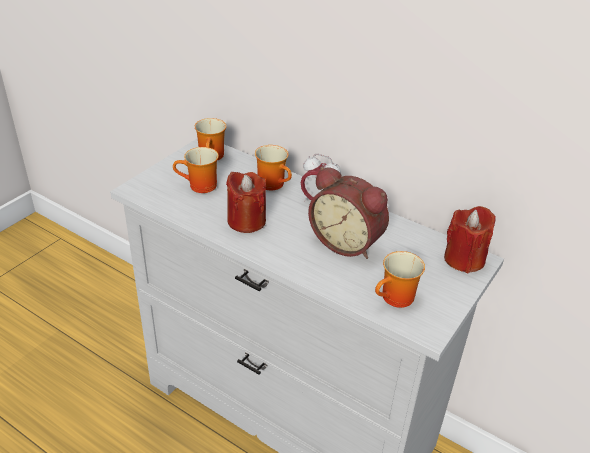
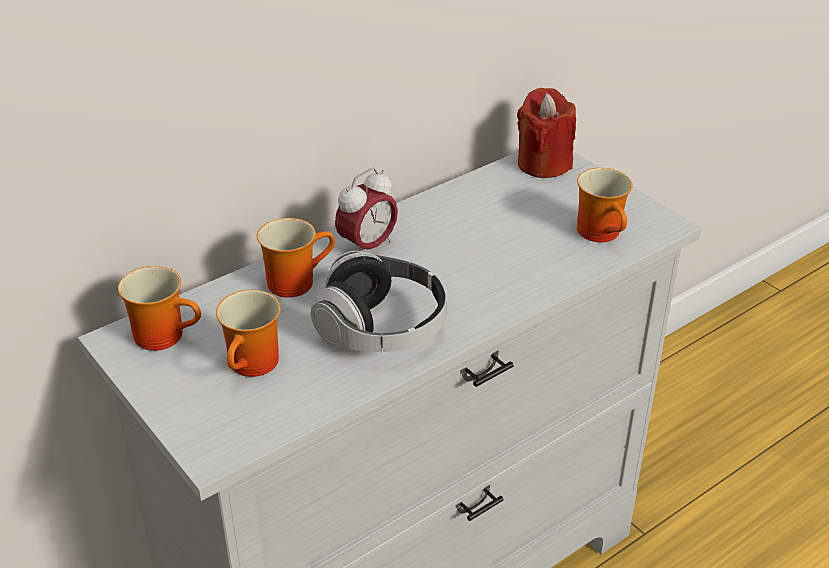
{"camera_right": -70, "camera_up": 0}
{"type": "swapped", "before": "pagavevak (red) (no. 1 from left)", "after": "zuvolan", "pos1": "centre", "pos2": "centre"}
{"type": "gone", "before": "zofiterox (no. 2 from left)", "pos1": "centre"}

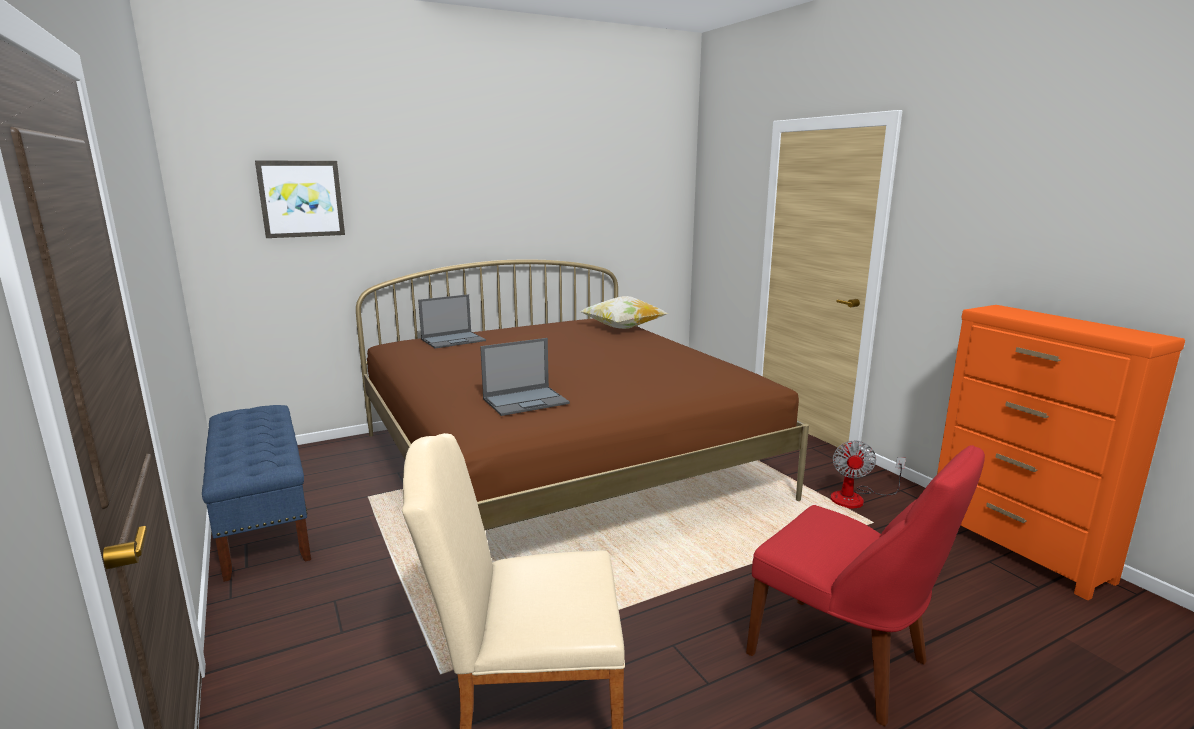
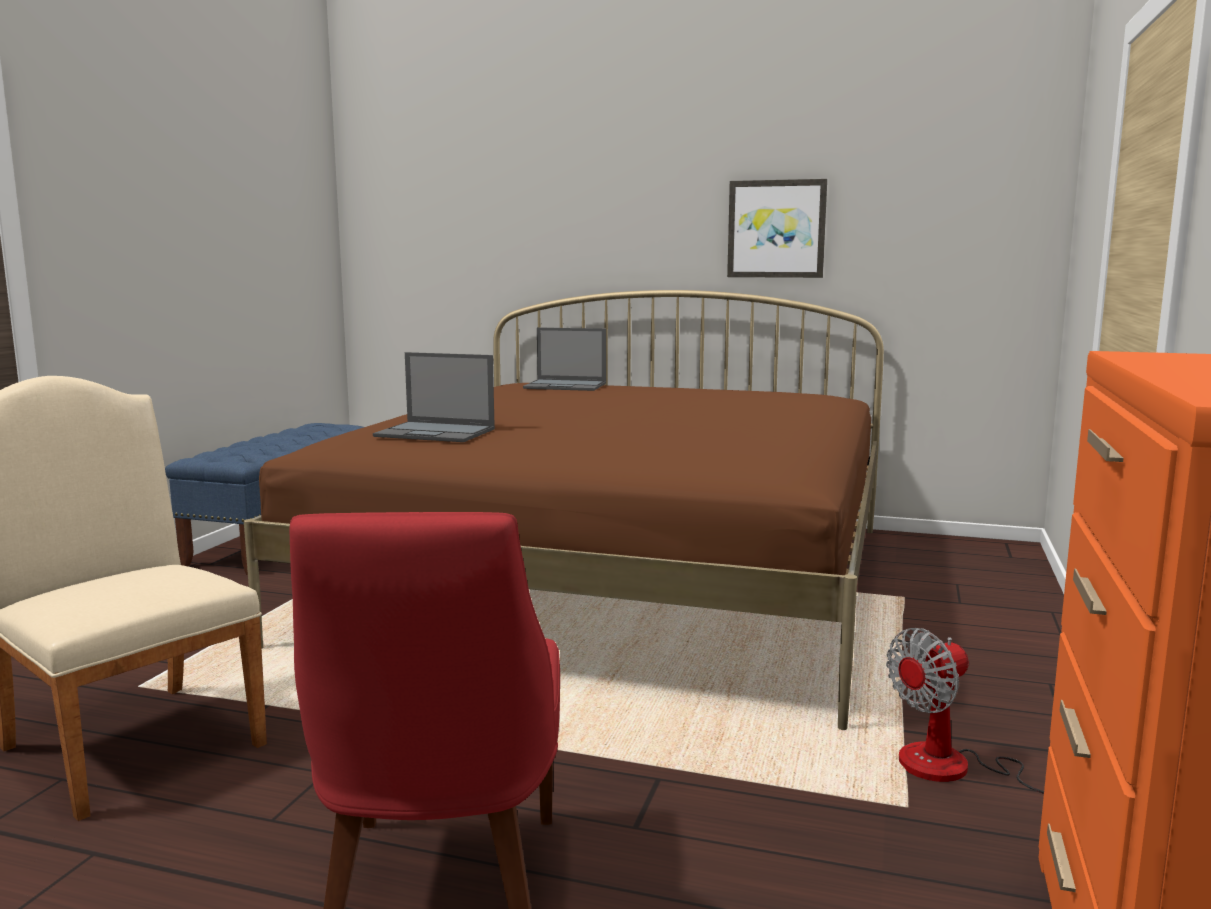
{"camera_right": 45, "camera_up": -5}
{"type": "shifted", "before": "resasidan", "pos1": "top left", "pos2": "top centre"}
{"type": "gone", "before": "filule", "pos1": "centre"}

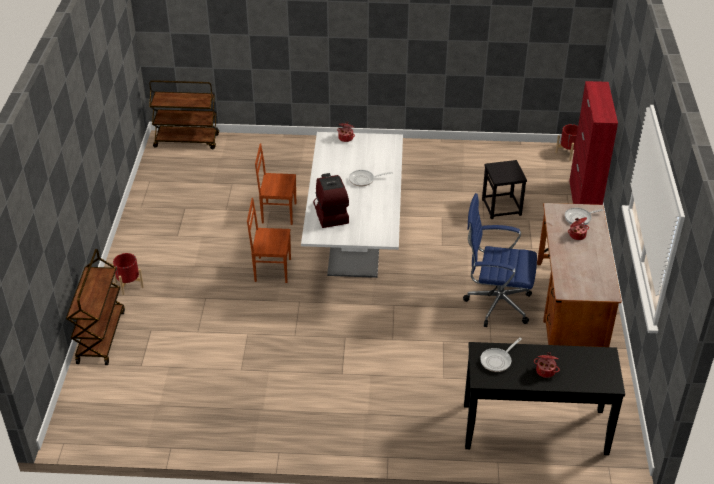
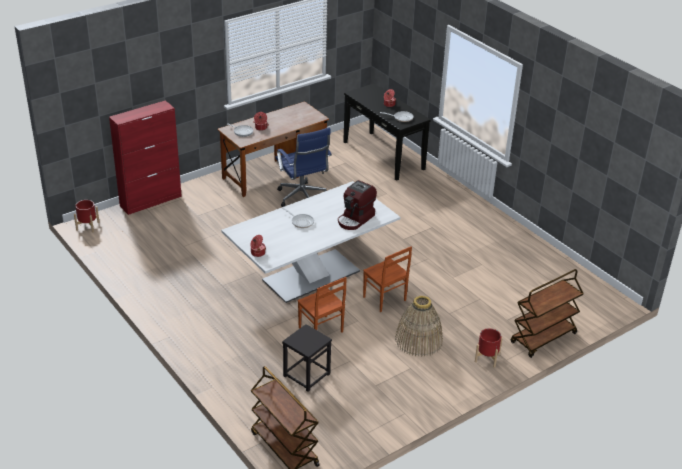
{"camera_right": -130, "camera_up": -5}
{"type": "shifted", "before": "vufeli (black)", "pos1": "middle right", "pos2": "bottom centre"}
{"type": "new", "after": "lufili", "pos2": "bottom centre"}

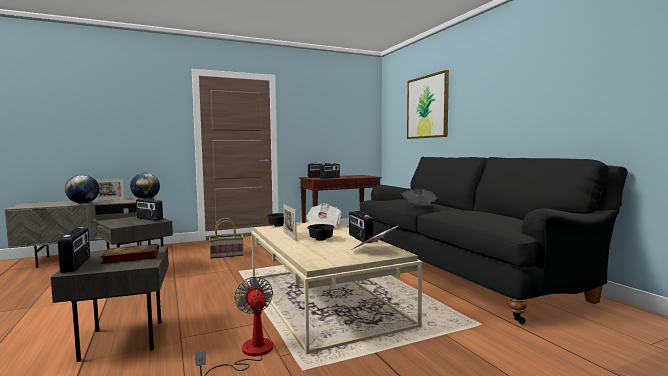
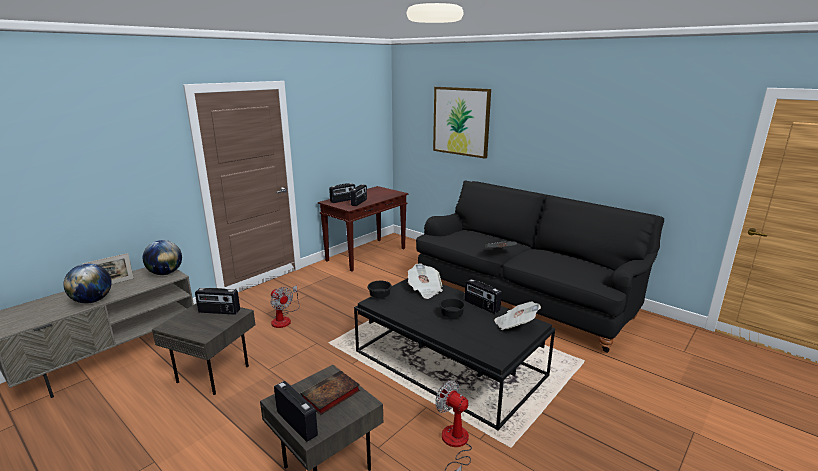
{"camera_right": -25, "camera_up": 15}
{"type": "swapped", "before": "lufili", "after": "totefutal (no. 1 from left)", "pos1": "centre", "pos2": "centre"}
{"type": "repainted", "before": "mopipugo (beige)", "after": "mopipugo (black)", "pos1": "bottom centre", "pos2": "bottom centre"}
{"type": "gone", "before": "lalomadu (no. 2 from left)", "pos1": "centre"}

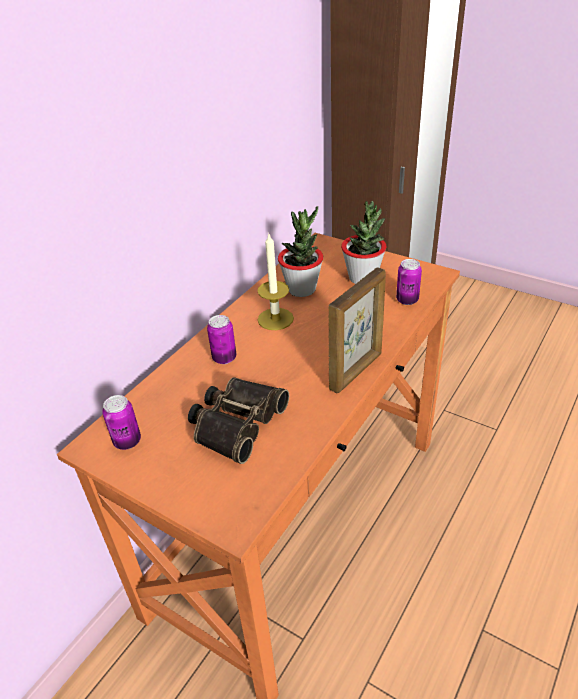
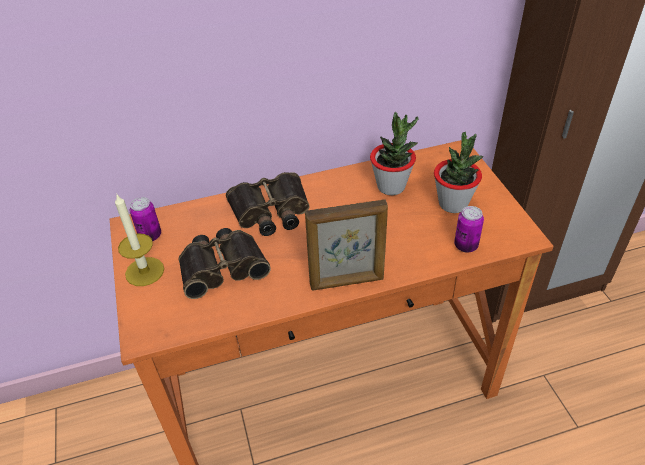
{"camera_right": 40, "camera_up": 5}
{"type": "swapped", "before": "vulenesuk (no. 2 from left)", "after": "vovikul (no. 2 from left)", "pos1": "centre", "pos2": "centre"}
{"type": "shifted", "before": "pagavevak", "pos1": "centre", "pos2": "middle left"}

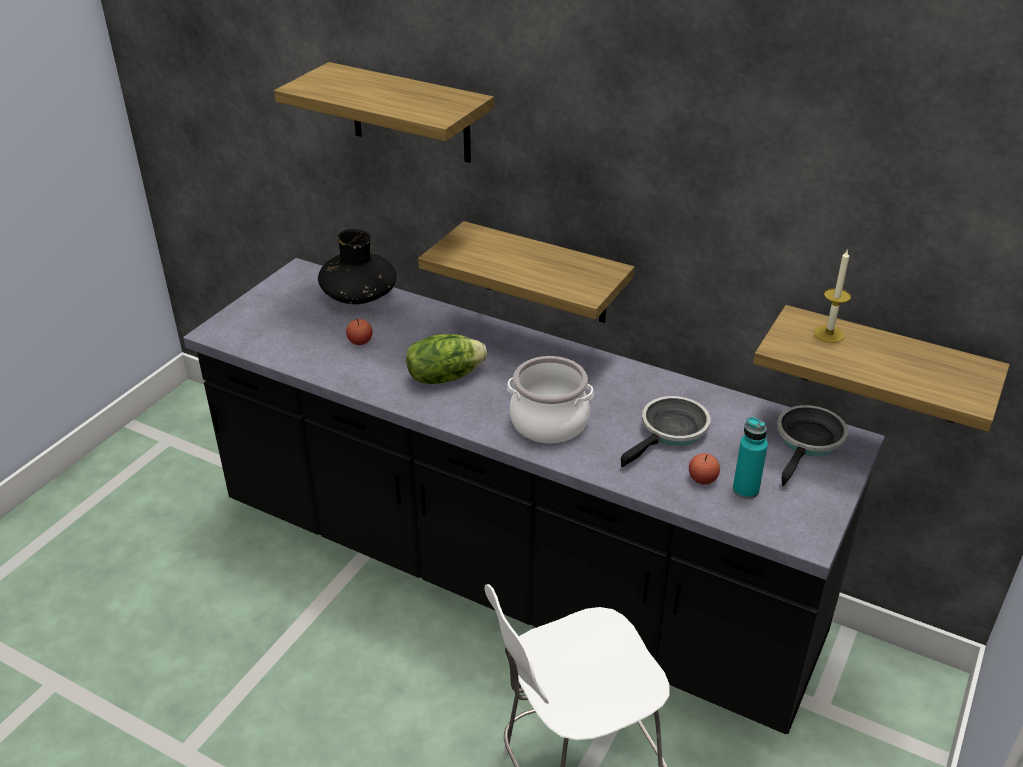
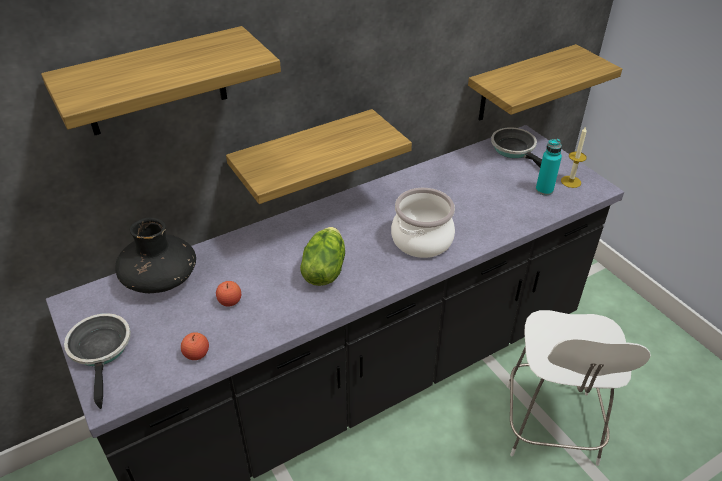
{"camera_right": -60, "camera_up": 5}
{"type": "shifted", "before": "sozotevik (no. 1 from left)", "pos1": "centre", "pos2": "bottom left"}
{"type": "shifted", "before": "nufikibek (no. 2 from left in the first image)", "after": "nufikibek (no. 1 from left)", "pos1": "middle right", "pos2": "bottom left"}
{"type": "shifted", "before": "pagavevak", "pos1": "middle right", "pos2": "top right"}

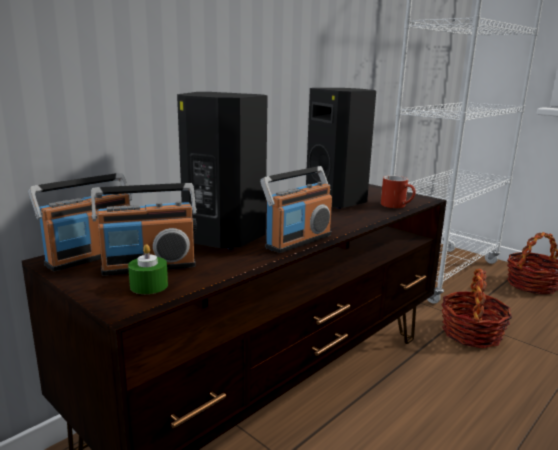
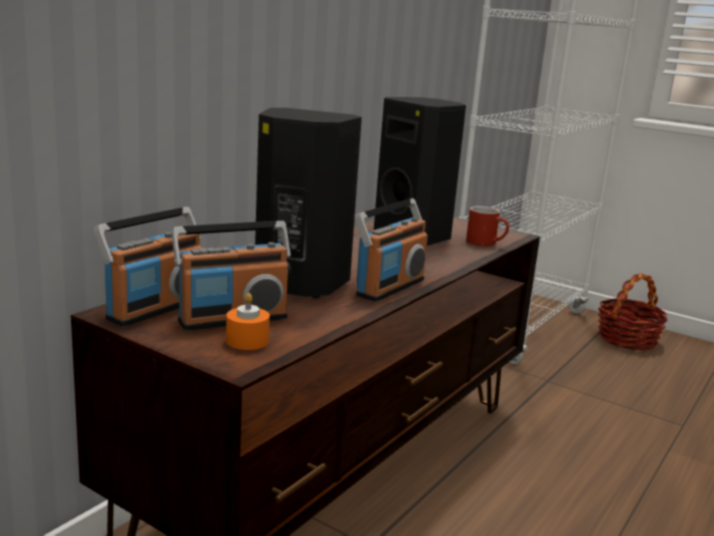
{"camera_right": -10, "camera_up": 0}
{"type": "repainted", "before": "pagavevak (green)", "after": "pagavevak (orange)", "pos1": "middle left", "pos2": "centre"}
{"type": "gone", "before": "lufili (no. 1 from left)", "pos1": "bottom right"}

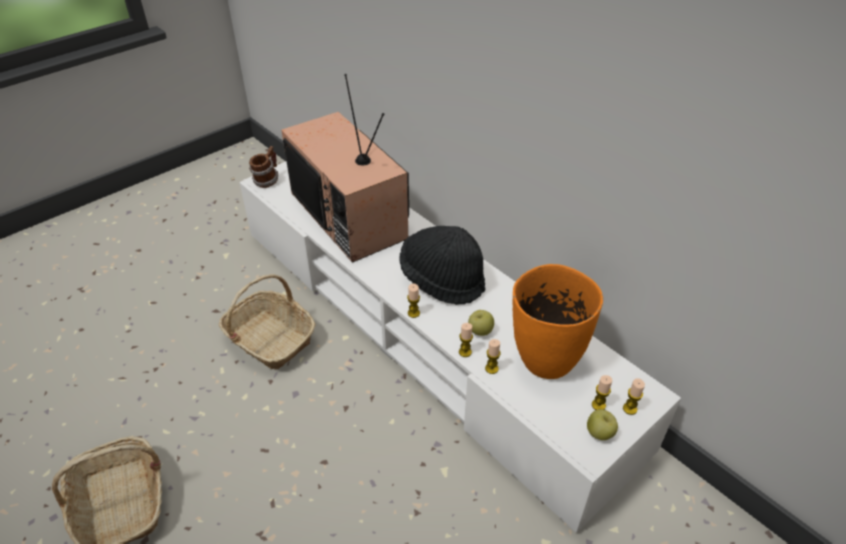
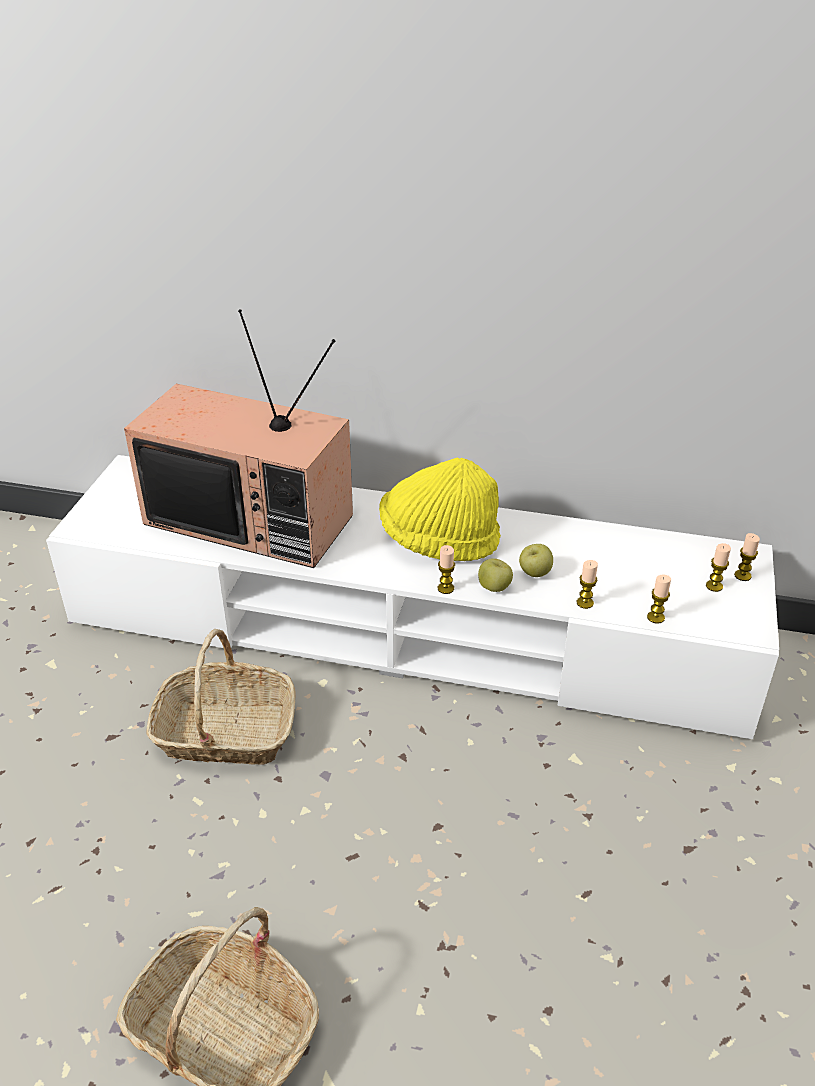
{"camera_right": -35, "camera_up": -5}
{"type": "gone", "before": "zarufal", "pos1": "top left"}
{"type": "repainted", "before": "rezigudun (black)", "after": "rezigudun (yellow)", "pos1": "centre", "pos2": "centre"}
{"type": "shifted", "before": "pagavevak (no. 2 from left in the first image)", "after": "pagavevak (no. 3 from left)", "pos1": "centre", "pos2": "middle right"}
{"type": "gone", "before": "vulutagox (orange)", "pos1": "centre"}
{"type": "shifted", "before": "nufikibek (no. 2 from left in the first image)", "after": "nufikibek (no. 1 from left)", "pos1": "bottom right", "pos2": "centre"}

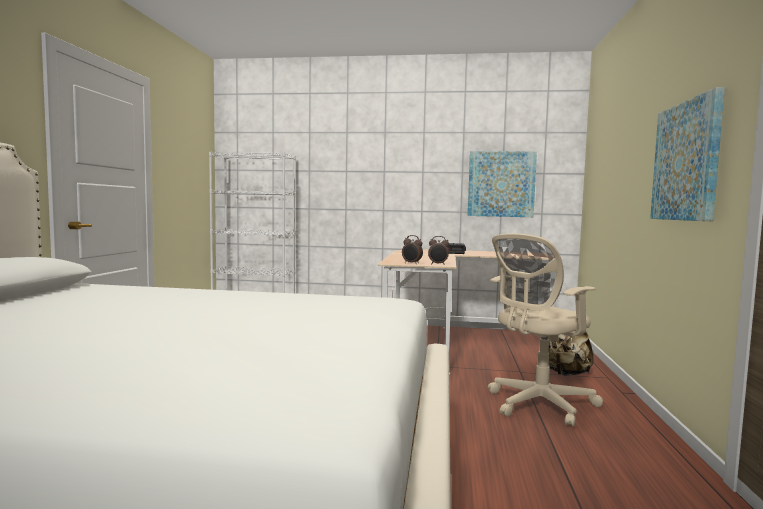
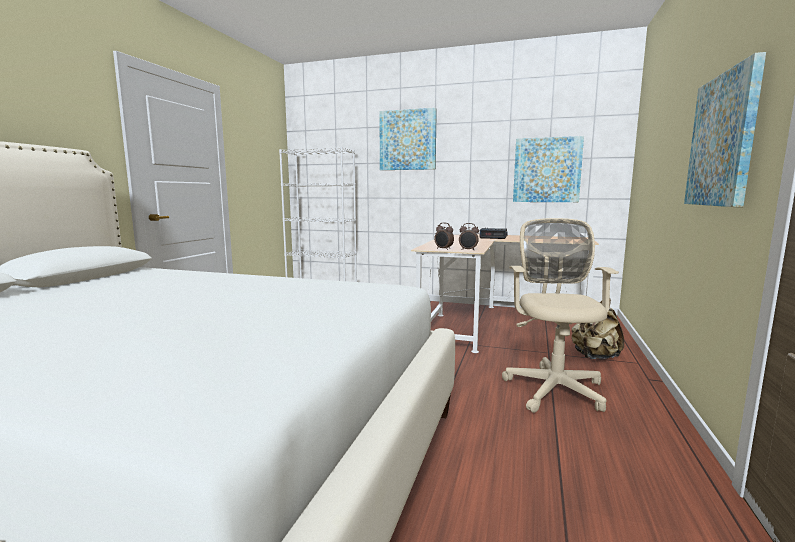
{"camera_right": 10, "camera_up": 5}
{"type": "rotated", "before": "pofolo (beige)", "pos1": "middle right", "pos2": "middle right", "turn": 120}
{"type": "new", "after": "resasidan (no. 1 from left)", "pos2": "top centre"}

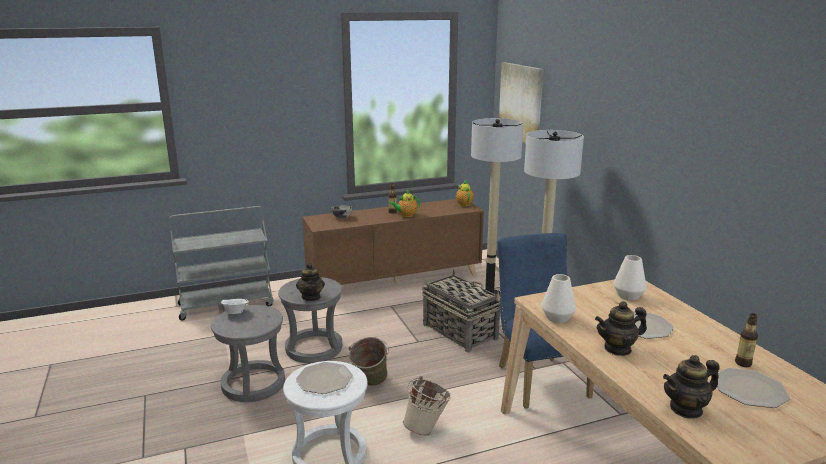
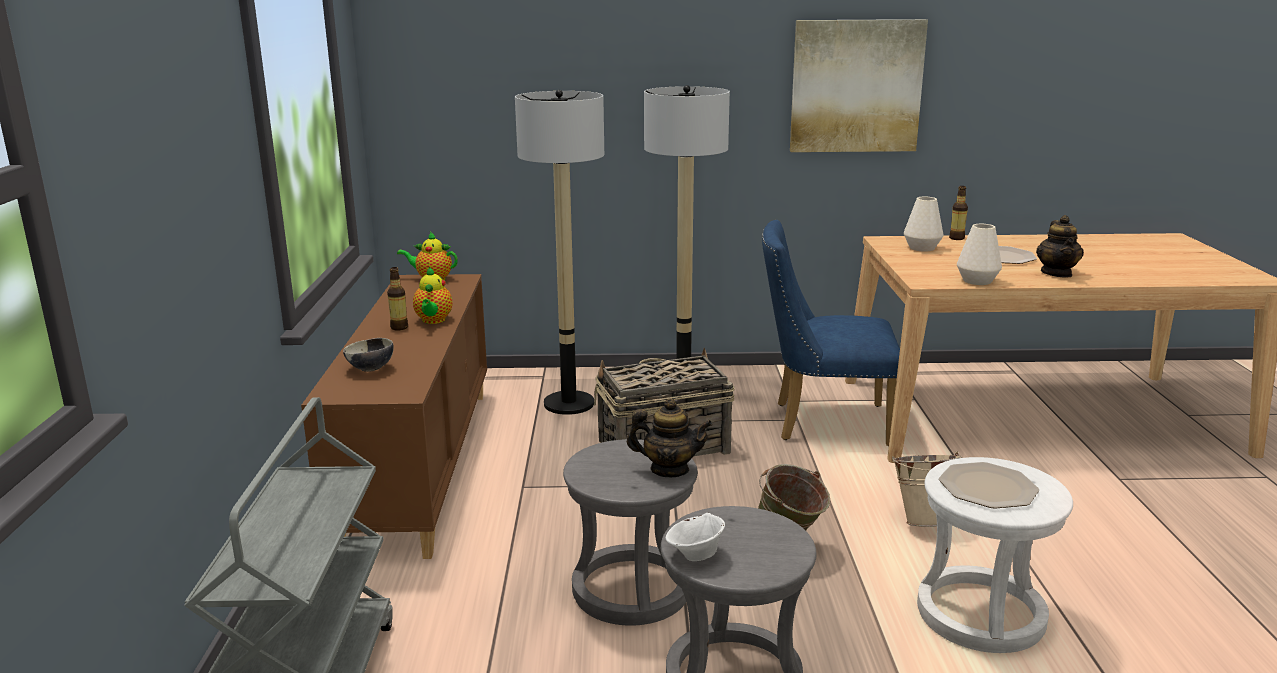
{"camera_right": -70, "camera_up": 0}
{"type": "shifted", "before": "resasidan", "pos1": "top centre", "pos2": "top right"}
{"type": "gone", "before": "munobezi (no. 5 from left)", "pos1": "bottom right"}
{"type": "gone", "before": "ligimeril (no. 3 from left)", "pos1": "bottom right"}
{"type": "shifted", "before": "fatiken (no. 2 from left)", "pos1": "bottom right", "pos2": "top right"}

